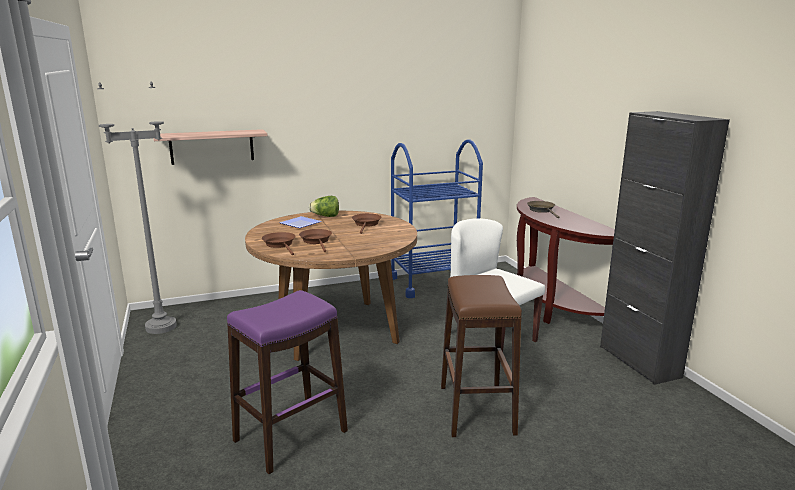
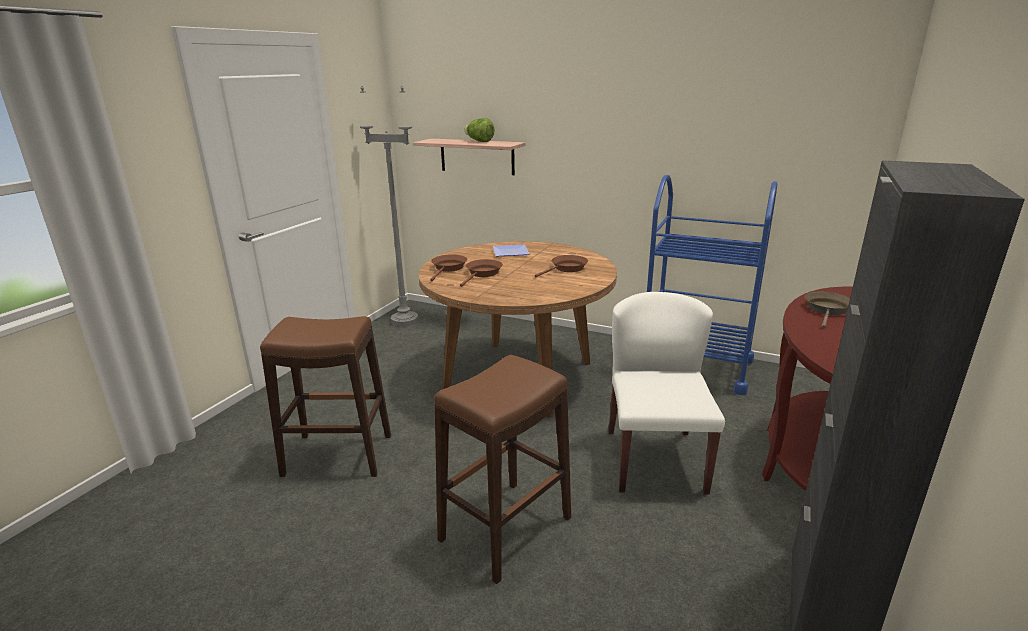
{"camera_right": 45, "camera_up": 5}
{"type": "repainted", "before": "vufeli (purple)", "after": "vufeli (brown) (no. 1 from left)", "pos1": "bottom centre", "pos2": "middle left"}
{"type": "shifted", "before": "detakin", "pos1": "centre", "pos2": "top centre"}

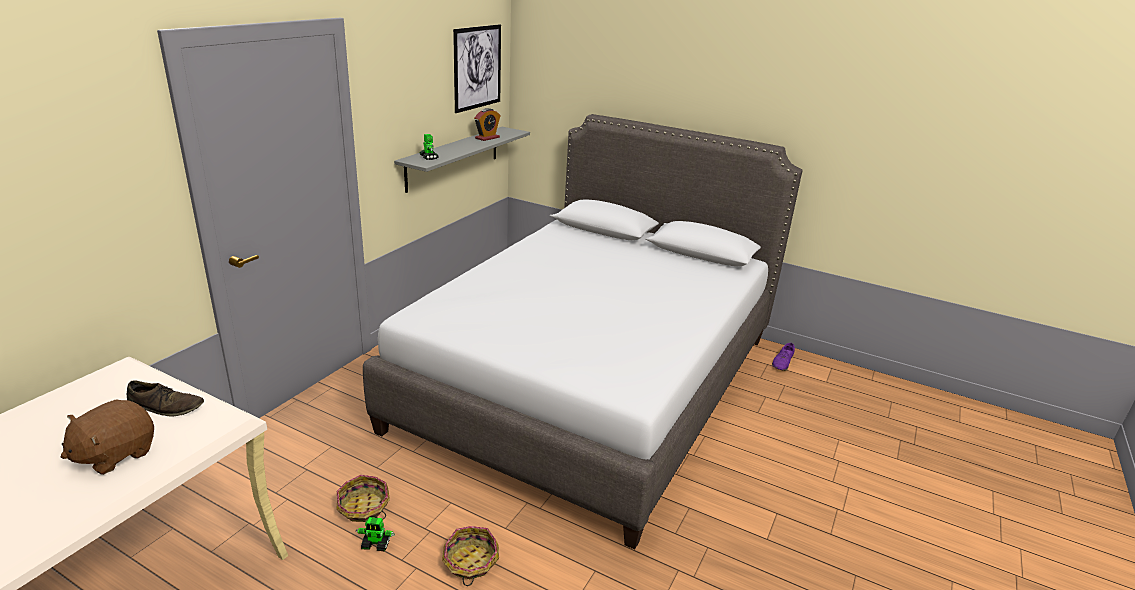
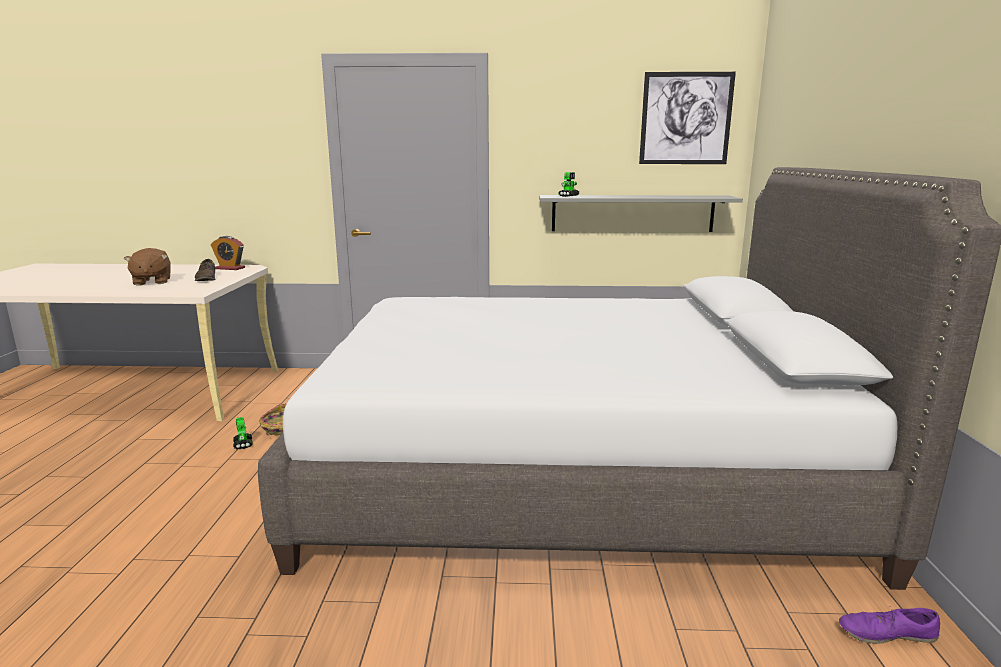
{"camera_right": 65, "camera_up": -10}
{"type": "rotated", "before": "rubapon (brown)", "pos1": "bottom left", "pos2": "middle left", "turn": -120}
{"type": "gone", "before": "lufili (no. 2 from left)", "pos1": "bottom centre"}
{"type": "shifted", "before": "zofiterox", "pos1": "top centre", "pos2": "middle left"}

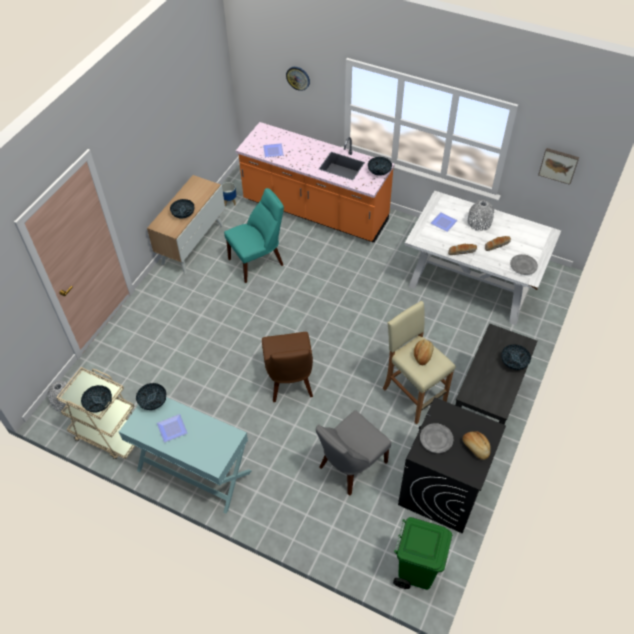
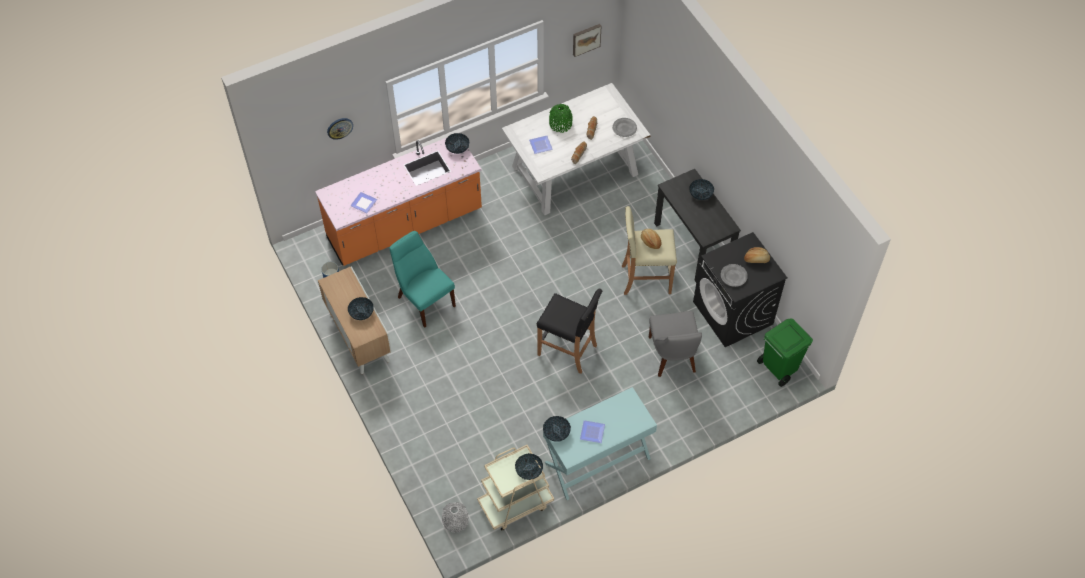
{"camera_right": -55, "camera_up": 5}
{"type": "rotated", "before": "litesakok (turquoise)", "pos1": "centre", "pos2": "centre", "turn": -45}
{"type": "swapped", "before": "litesakok (brown)", "after": "vufeli (black)", "pos1": "centre", "pos2": "centre"}
{"type": "repainted", "before": "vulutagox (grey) (no. 2 from left)", "after": "vulutagox (green)", "pos1": "middle right", "pos2": "top centre"}

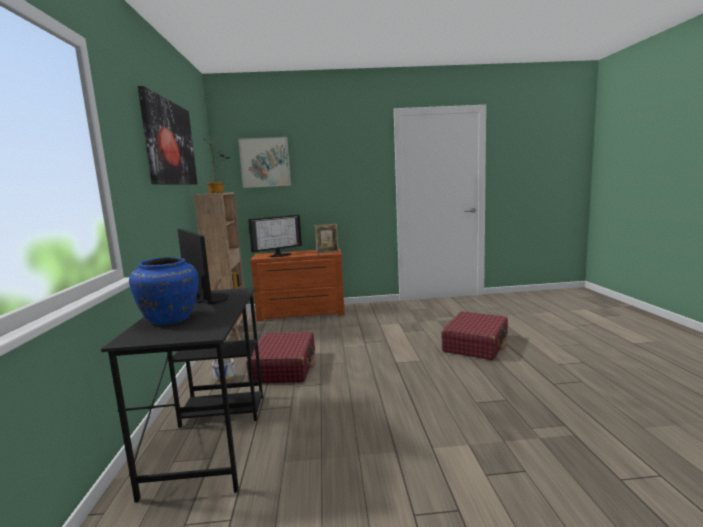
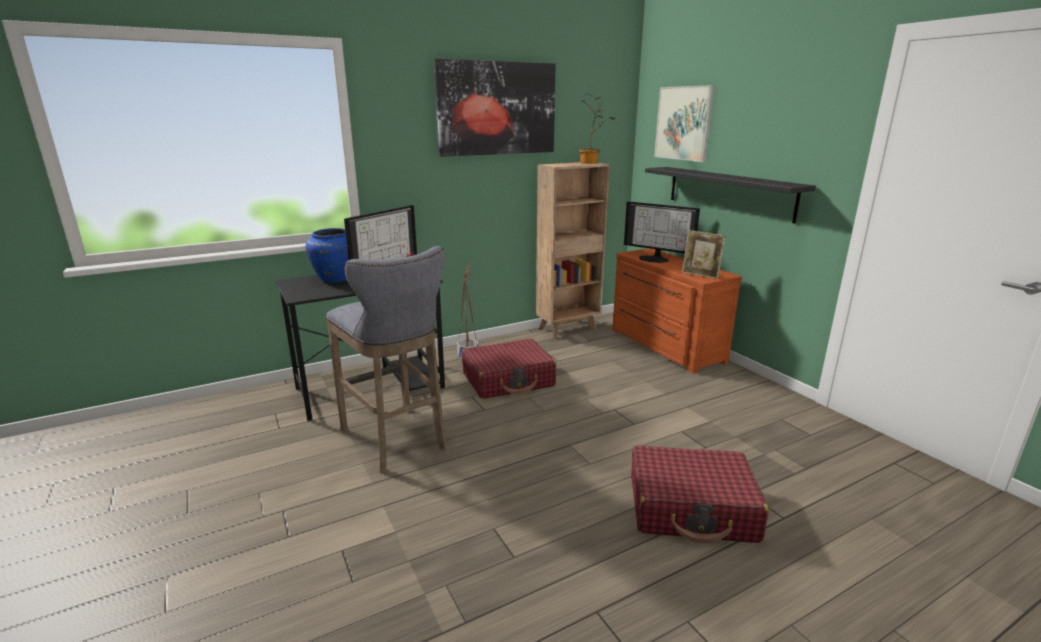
{"camera_right": 65, "camera_up": 10}
{"type": "new", "after": "vufeli (grey)", "pos2": "centre"}
{"type": "new", "after": "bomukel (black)", "pos2": "top right"}

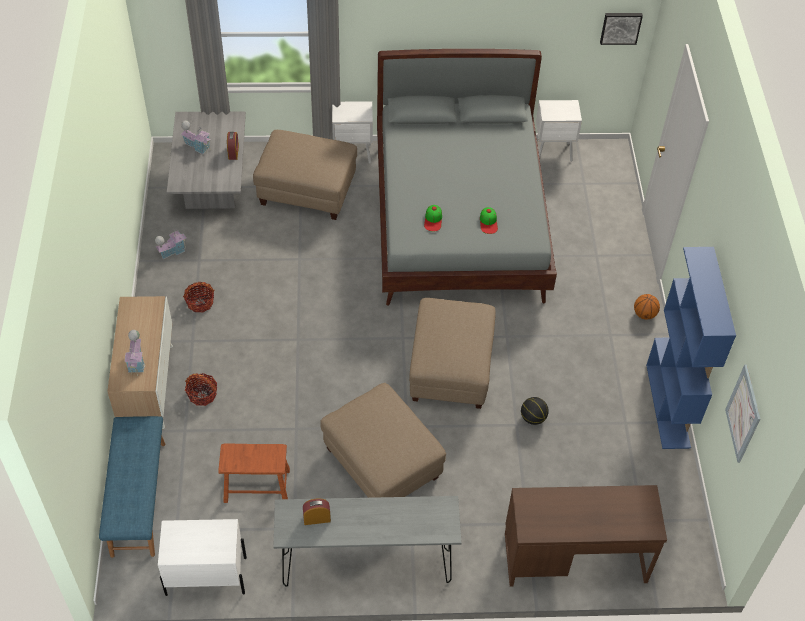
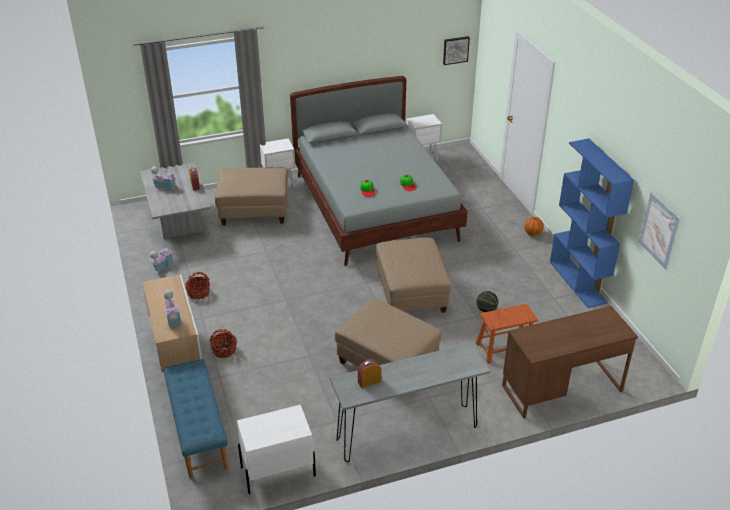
{"camera_right": -15, "camera_up": -15}
{"type": "shifted", "before": "vufeli (brown)", "pos1": "bottom left", "pos2": "middle right"}

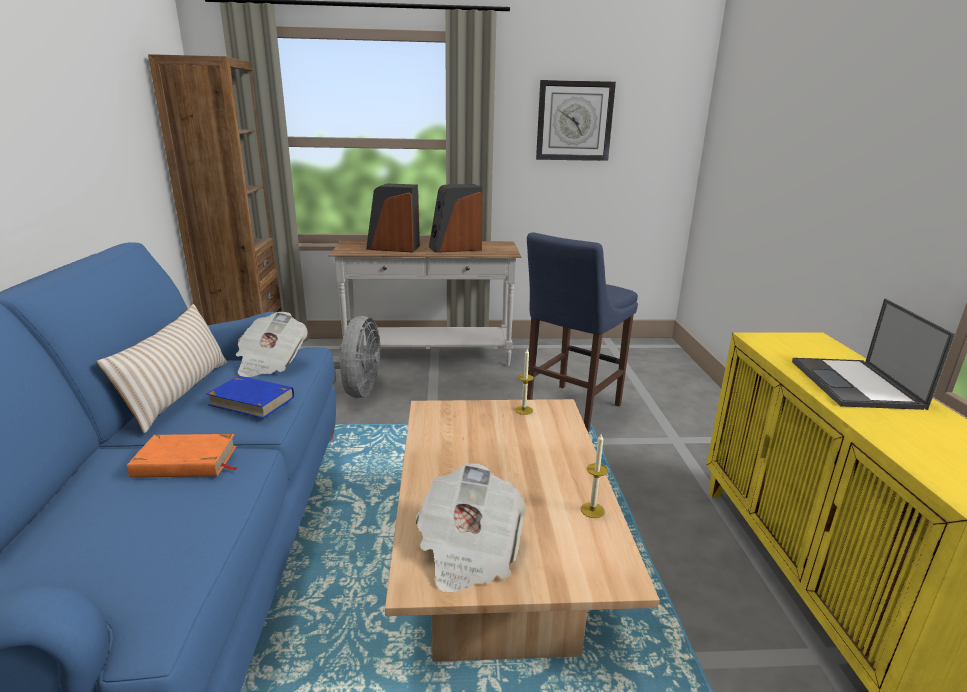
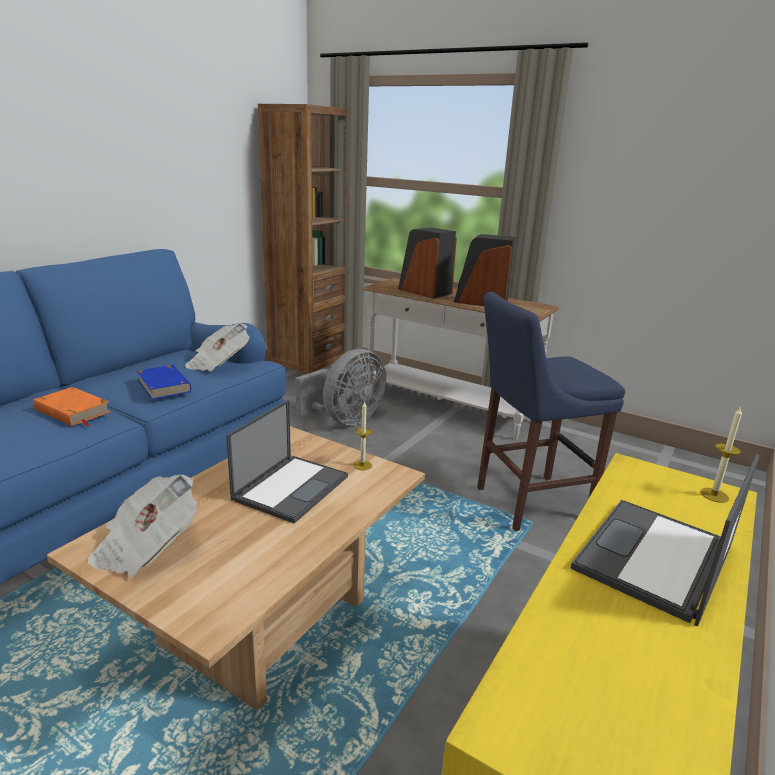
{"camera_right": 35, "camera_up": 0}
{"type": "gone", "before": "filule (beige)", "pos1": "middle left"}
{"type": "gone", "before": "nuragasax", "pos1": "top centre"}
{"type": "shifted", "before": "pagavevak (no. 2 from left)", "pos1": "bottom centre", "pos2": "middle right"}
{"type": "new", "after": "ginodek (no. 1 from left)", "pos2": "centre"}

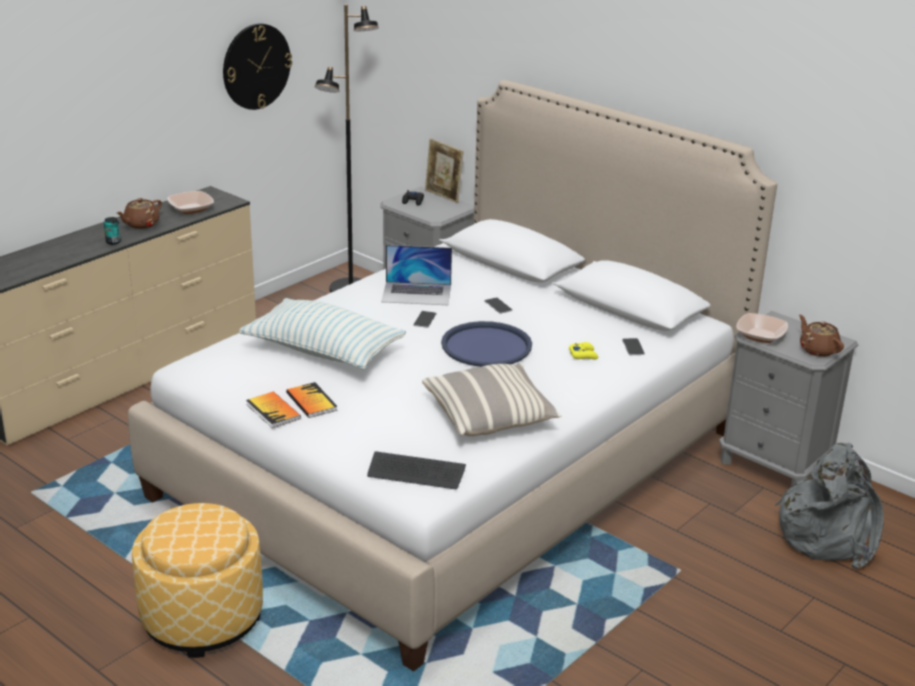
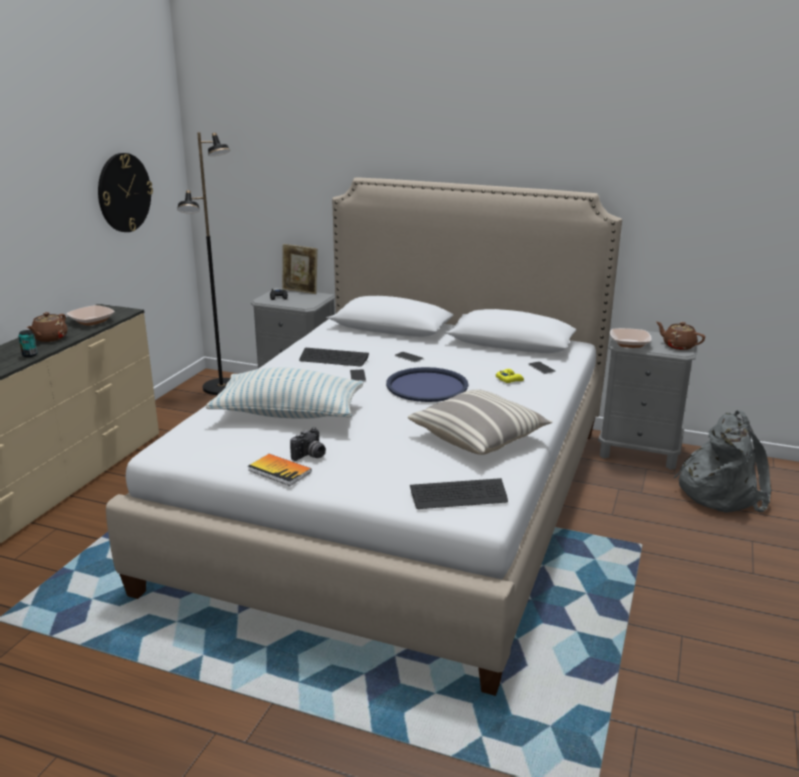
{"camera_right": -20, "camera_up": -5}
{"type": "gone", "before": "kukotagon", "pos1": "bottom left"}
{"type": "swapped", "before": "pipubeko (no. 2 from left)", "after": "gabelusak", "pos1": "centre", "pos2": "centre"}
{"type": "swapped", "before": "ginodek", "after": "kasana (no. 1 from left)", "pos1": "centre", "pos2": "centre"}

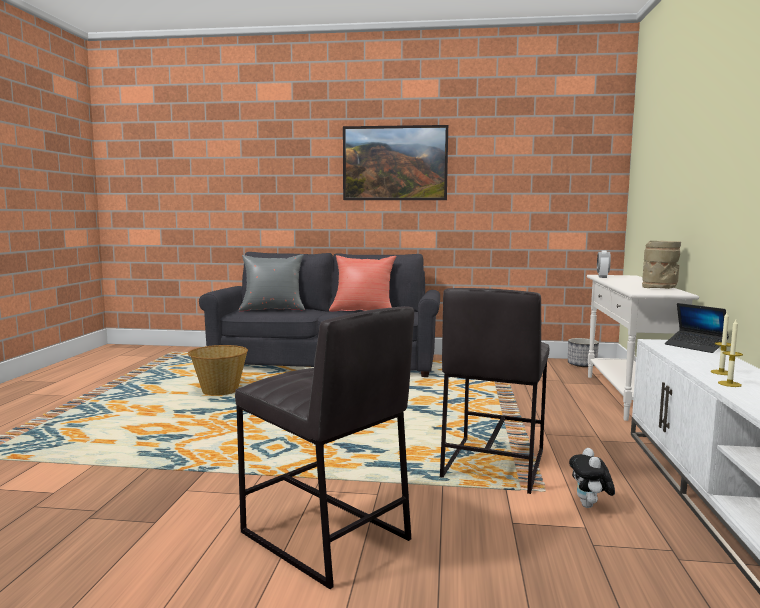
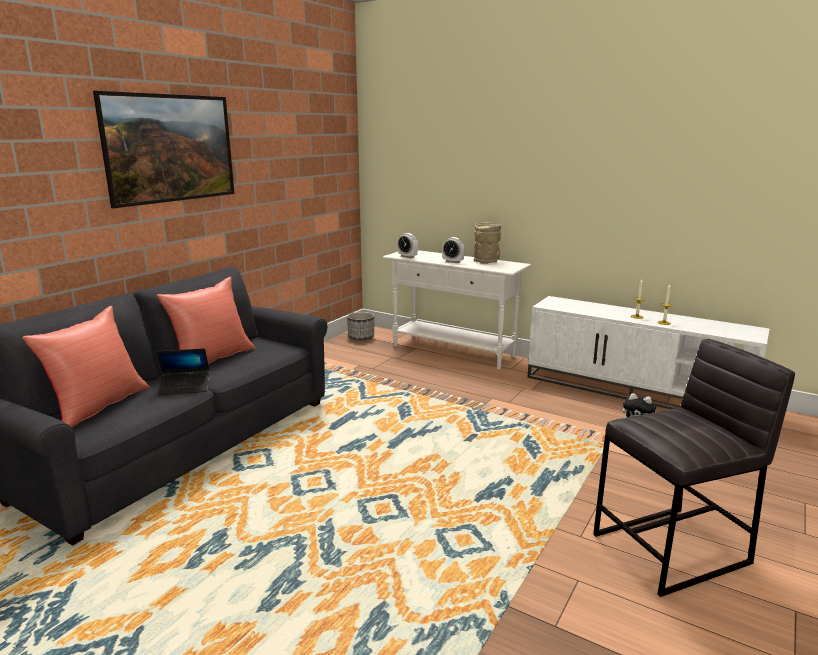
{"camera_right": -65, "camera_up": 10}
{"type": "gone", "before": "lufili", "pos1": "middle left"}
{"type": "repainted", "before": "filule (grey)", "after": "filule (red) (no. 1 from left)", "pos1": "centre", "pos2": "middle left"}
{"type": "gone", "before": "vufeli (grey) (no. 2 from left)", "pos1": "centre"}
{"type": "shifted", "before": "ginodek", "pos1": "middle right", "pos2": "middle left"}
{"type": "new", "after": "zofiterox (no. 2 from left)", "pos2": "centre"}

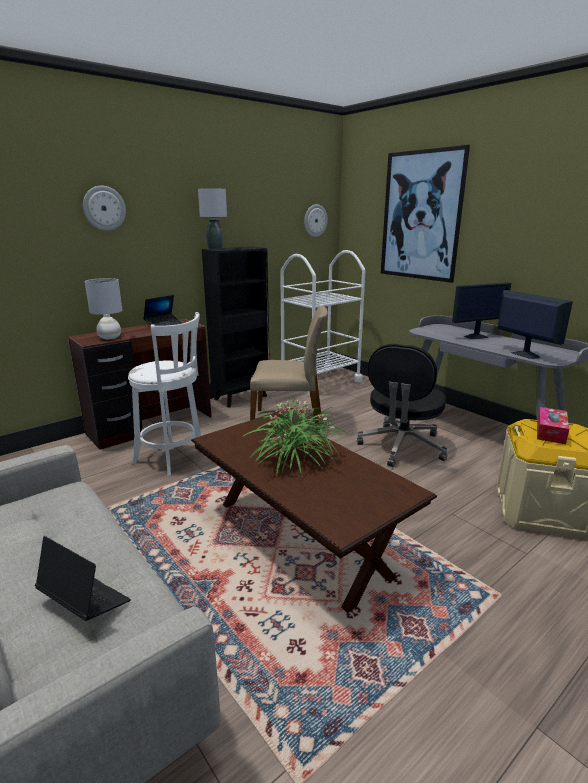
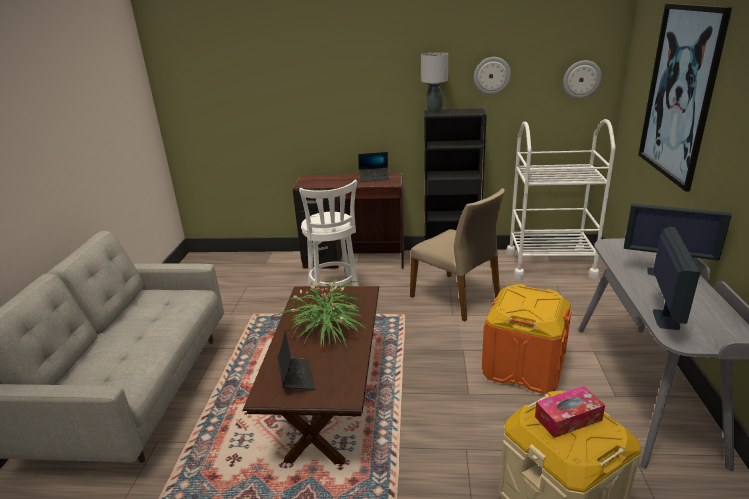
{"camera_right": 45, "camera_up": 5}
{"type": "shifted", "before": "ginodek (no. 1 from left)", "pos1": "bottom left", "pos2": "bottom centre"}
{"type": "shifted", "before": "nuragasax (no. 1 from left)", "pos1": "top left", "pos2": "top centre"}
{"type": "gone", "before": "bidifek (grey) (no. 1 from left)", "pos1": "middle left"}
{"type": "swapped", "before": "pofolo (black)", "after": "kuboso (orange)", "pos1": "middle right", "pos2": "bottom right"}

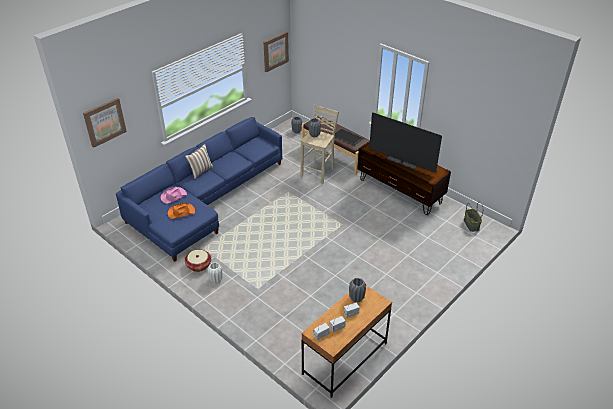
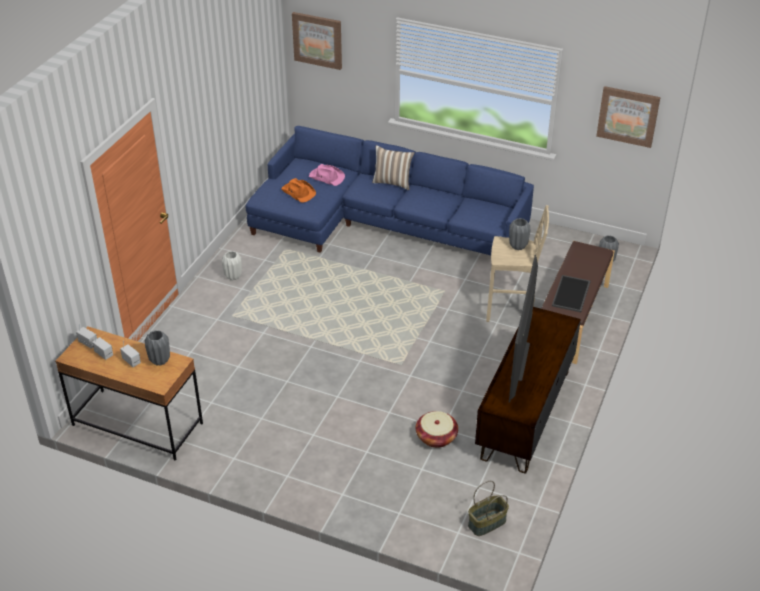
{"camera_right": 70, "camera_up": 0}
{"type": "shifted", "before": "lufili (no. 1 from left)", "pos1": "middle left", "pos2": "bottom centre"}

